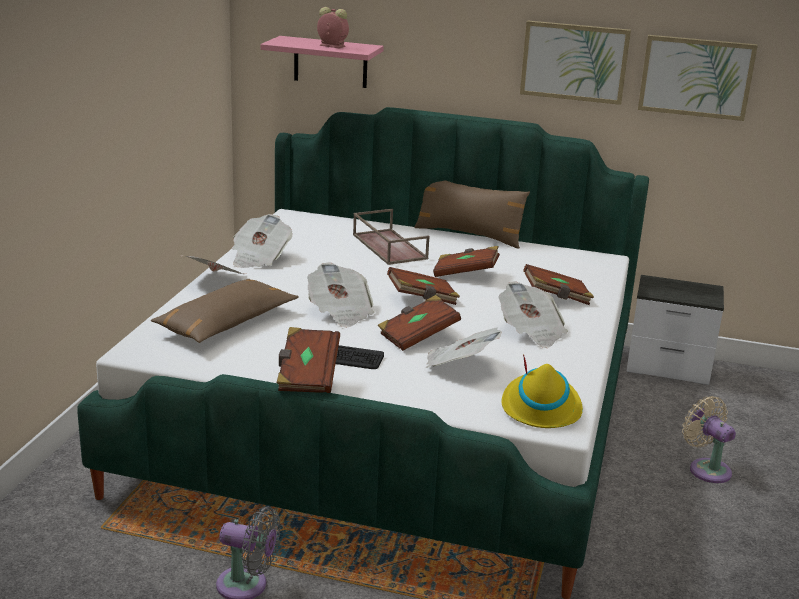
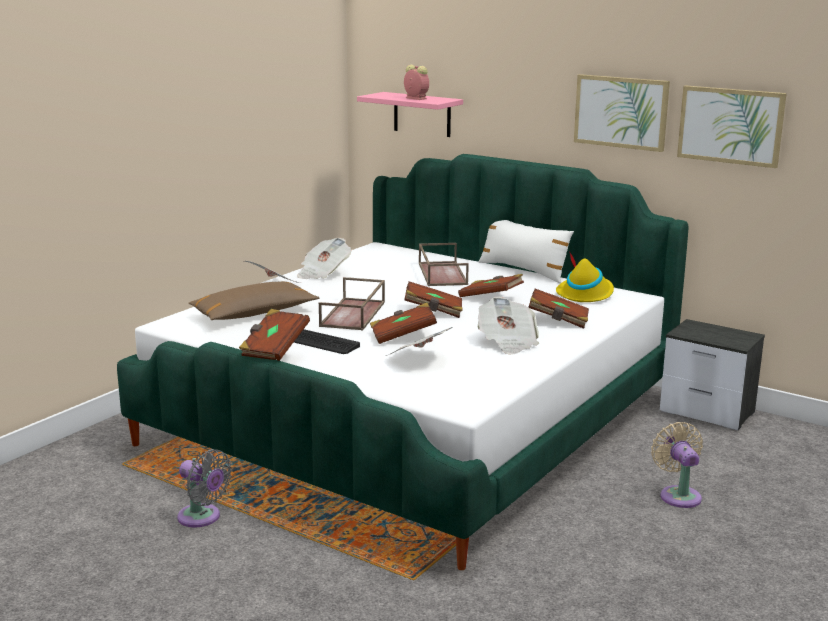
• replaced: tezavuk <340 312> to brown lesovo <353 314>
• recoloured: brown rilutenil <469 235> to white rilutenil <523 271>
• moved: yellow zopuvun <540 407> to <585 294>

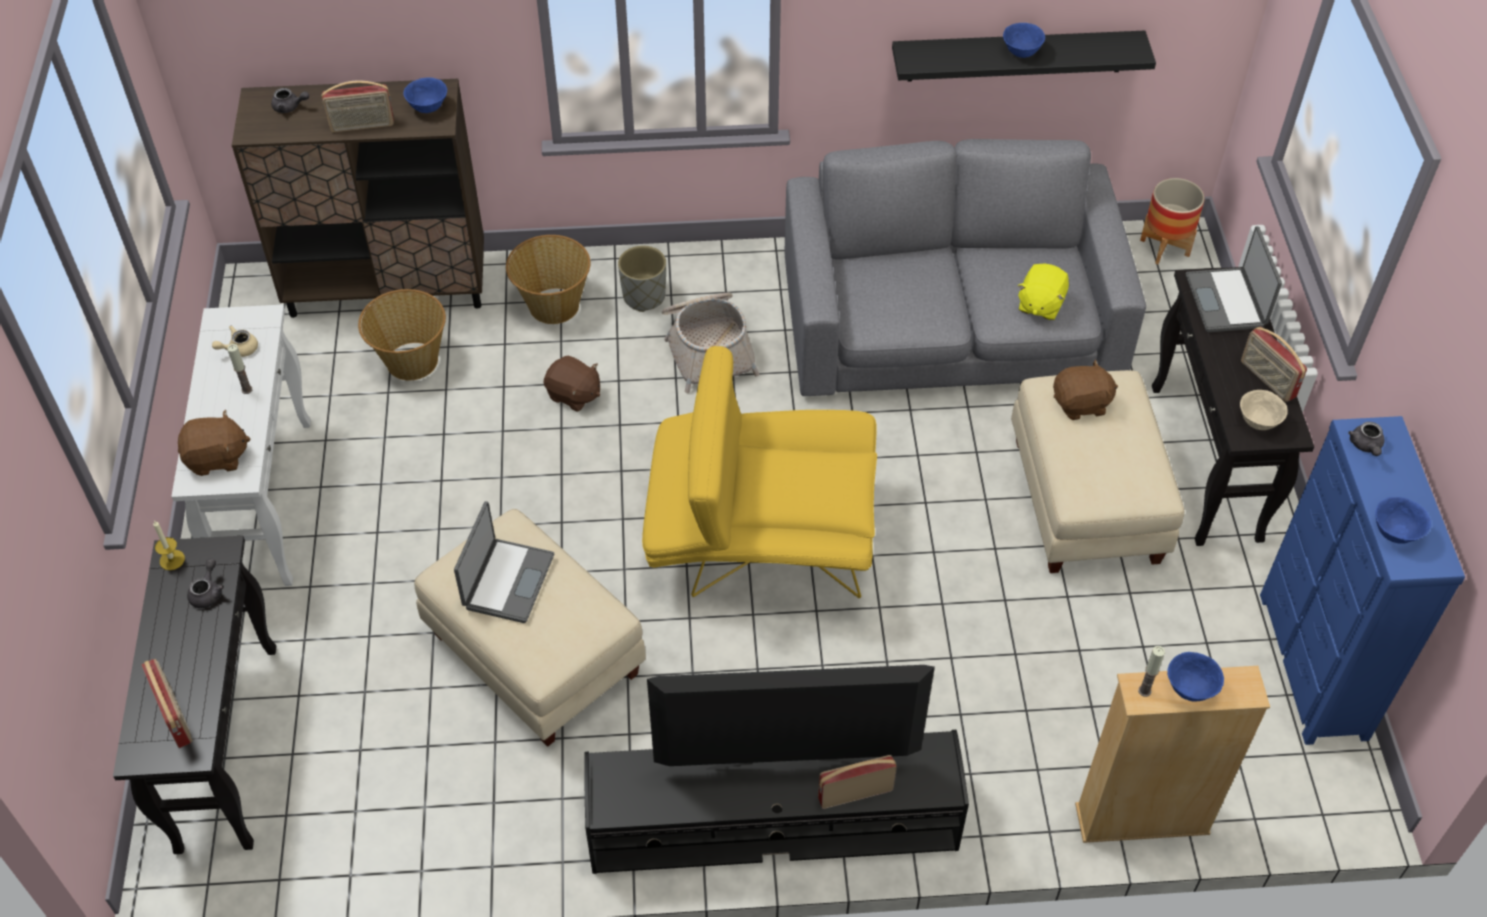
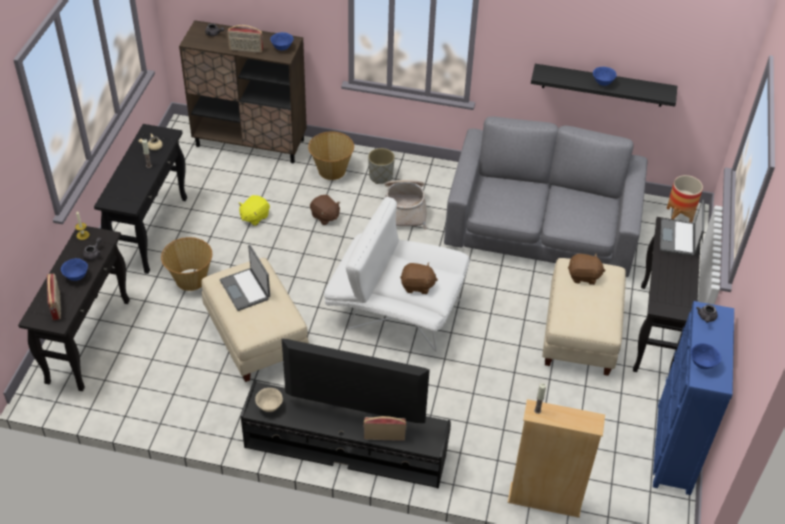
• moved: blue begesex <1190 689> to <76 276>
• recoloured: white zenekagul <267 501> to black zenekagul <151 231>
• moved: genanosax <411 361> to <190 279>
• turned: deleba <507 581> = <246 289> 120 degrees clockwise
• moved: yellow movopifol <1040 304> to <254 217>
• moved: beige begesex <1258 422> to <269 406>
• recoloured: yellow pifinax <761 539> to white pifinax <395 310>
• moved: brown movopifol <217 458> to <417 286>
• removed: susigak <1267 380>

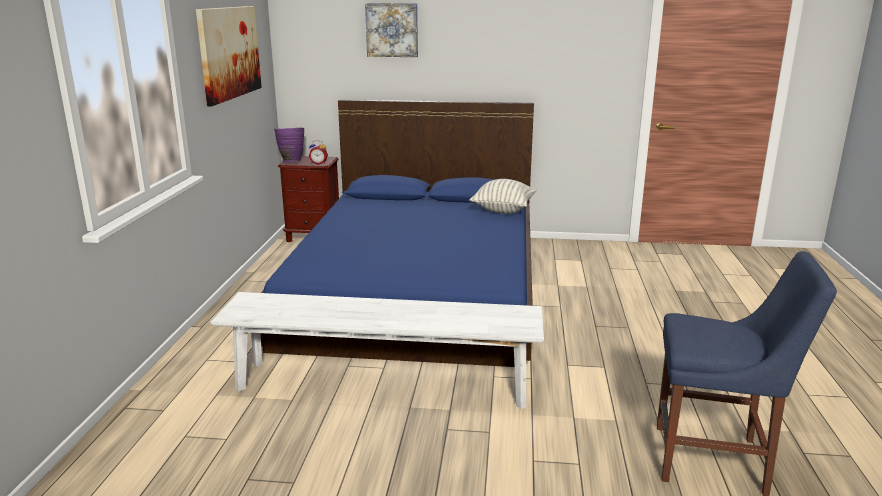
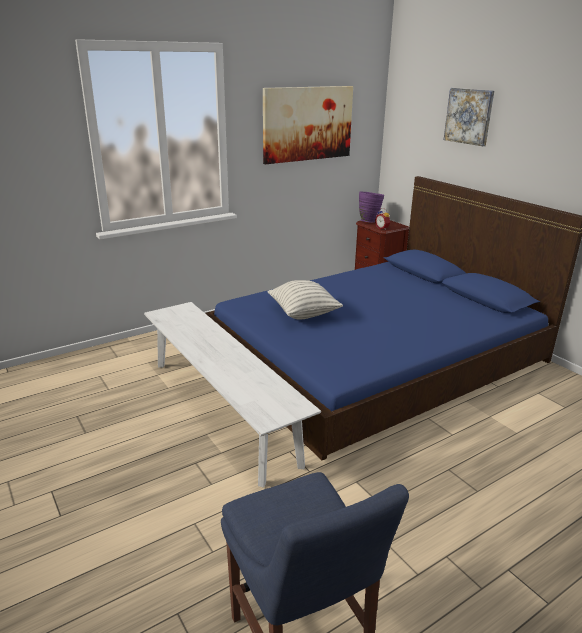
• moved: rilutenil <503 210> to <303 313>

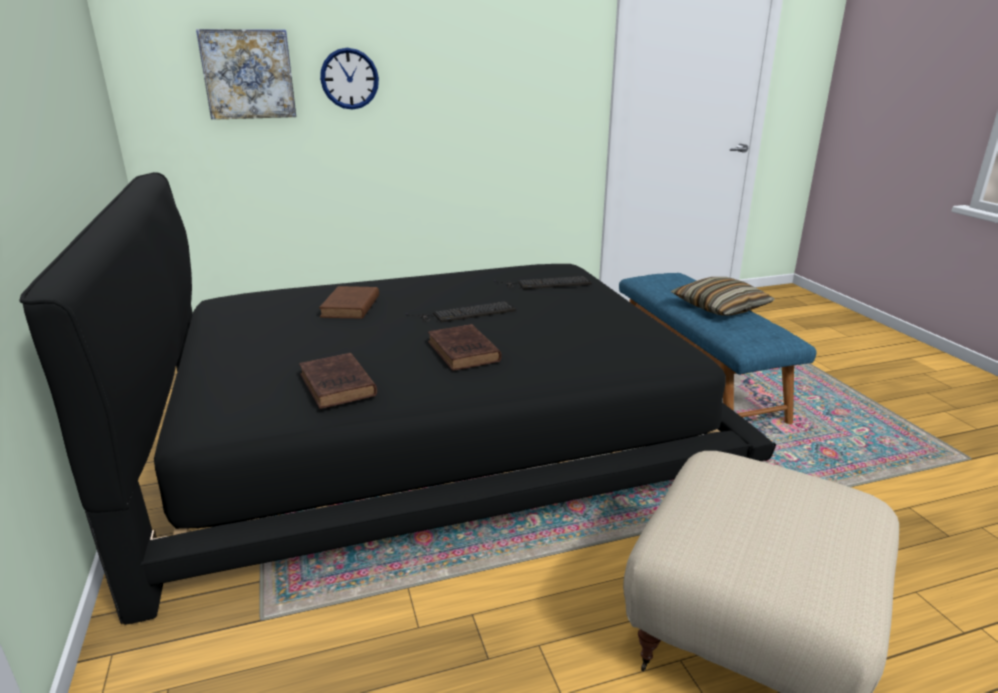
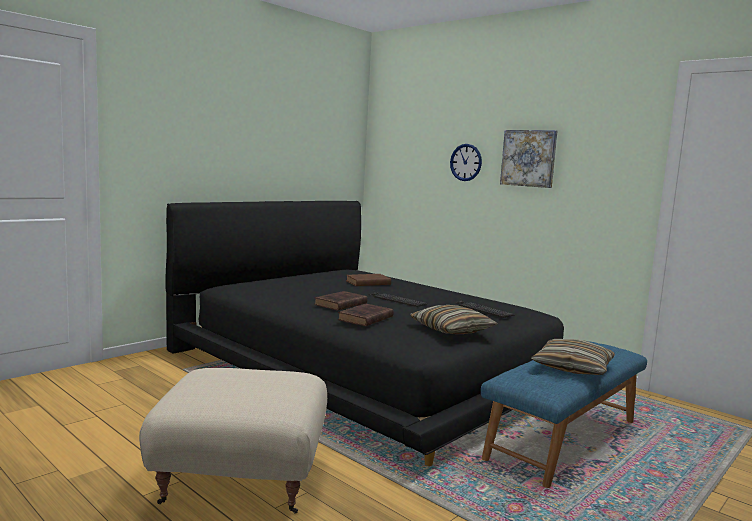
• moved: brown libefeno <338 386> to <365 319>
• added: rilutenil <452 330>
• moved: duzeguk <248 74> to <529 158>

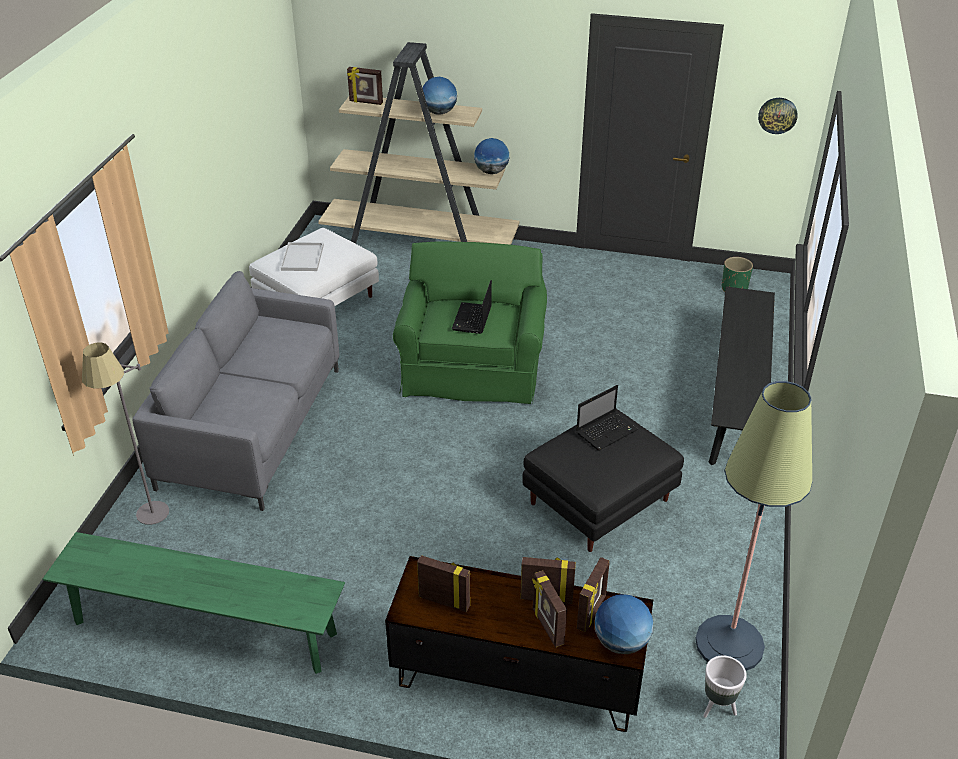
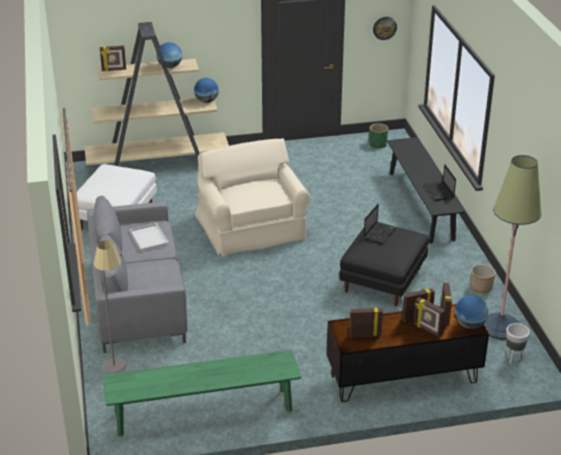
• moved: white lesovo <302 257> to <148 237>
• recoloured: green pifinax <472 365> to beige pifinax <251 227>
• moved: deleba <472 319> to <439 192>
• added: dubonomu <481 287>

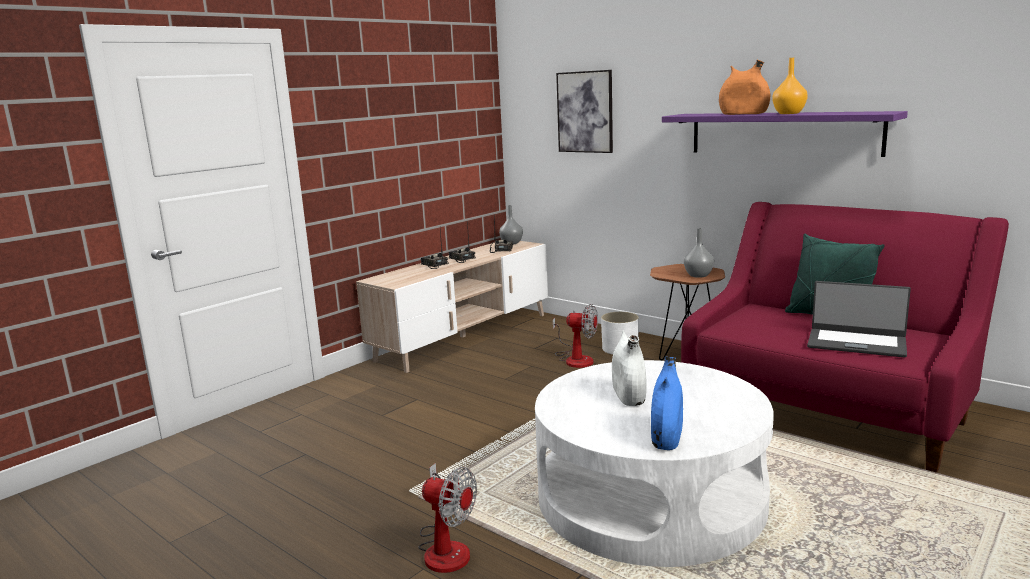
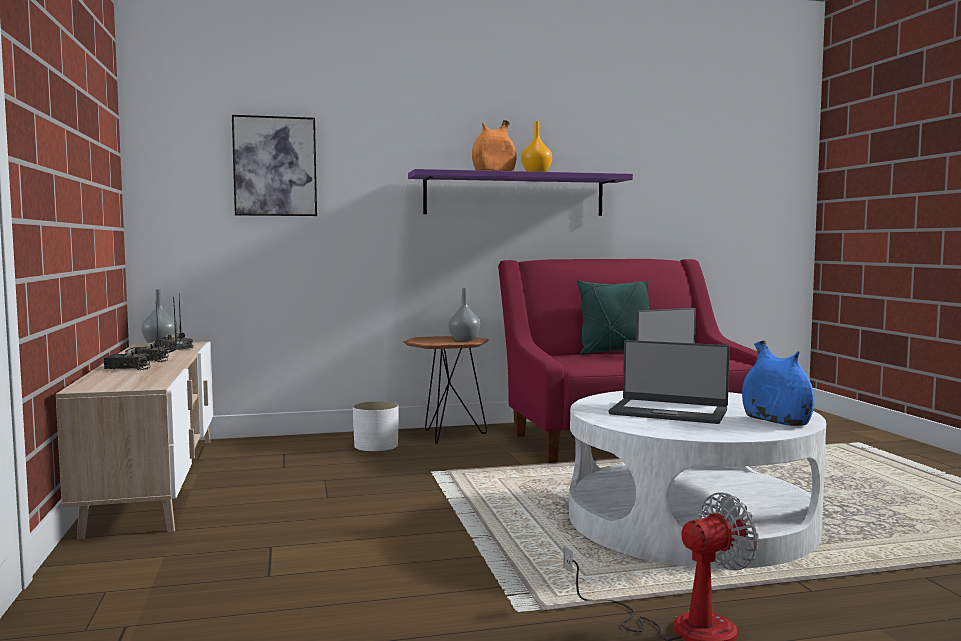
• replaced: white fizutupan <628 396> to deleba <669 412>
• removed: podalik <575 359>

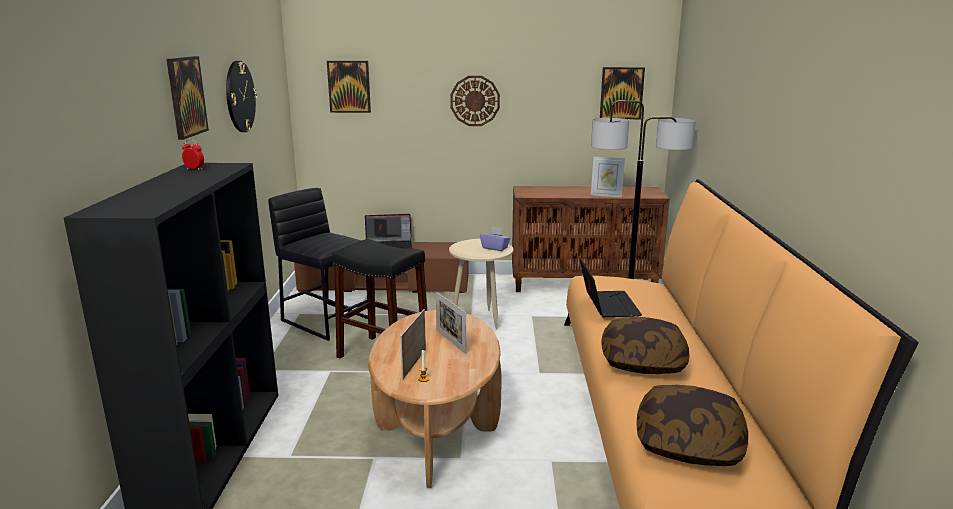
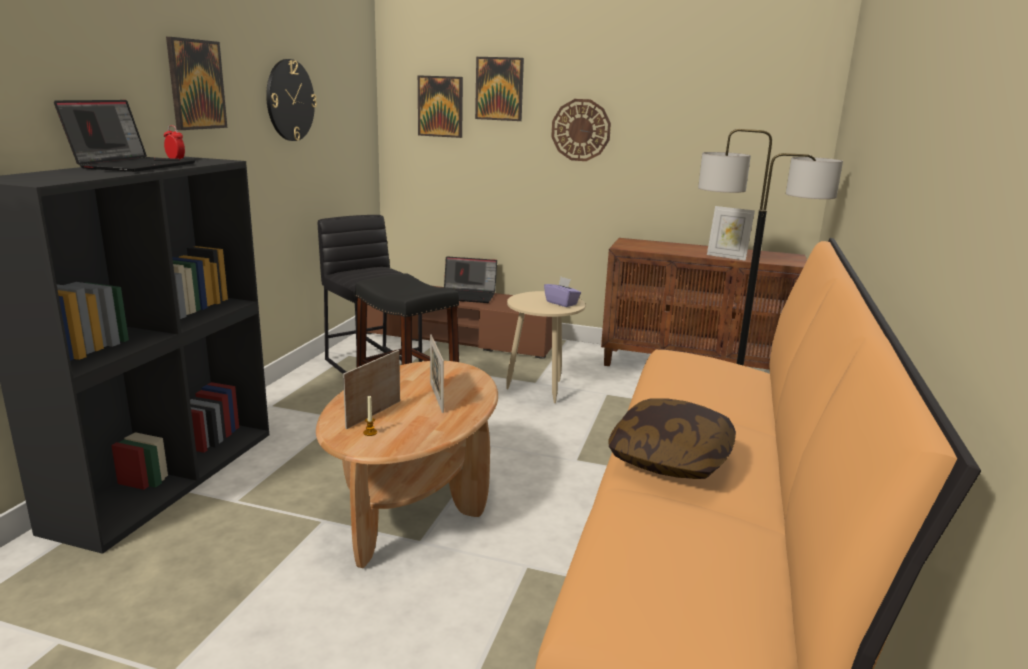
• moved: deleba <607 304> to <133 165>
• moved: duzeguk <621 93> to <499 89>
• removed: rilutenil <689 442>

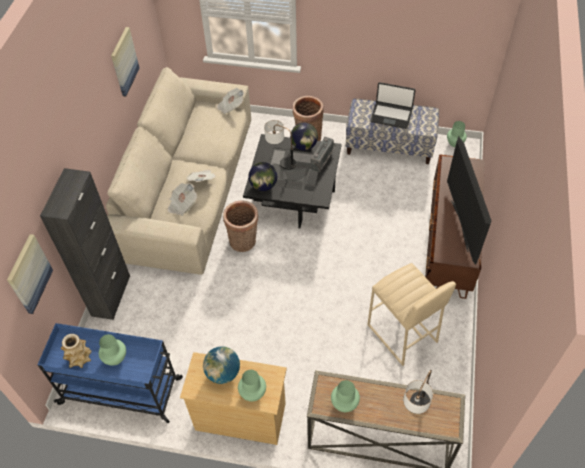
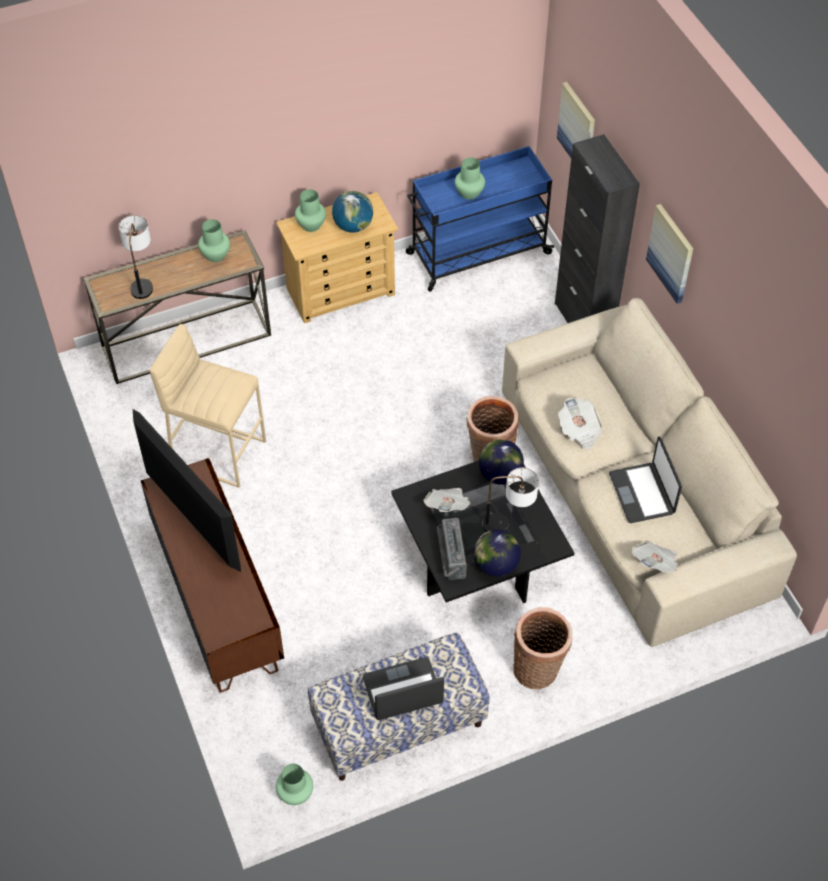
• moved: tezavuk <182 205> to <447 506>
• added: deleba <642 493>
• moved: duzeguk <124 62> to <671 253>
• removed: fizutupan <79 358>

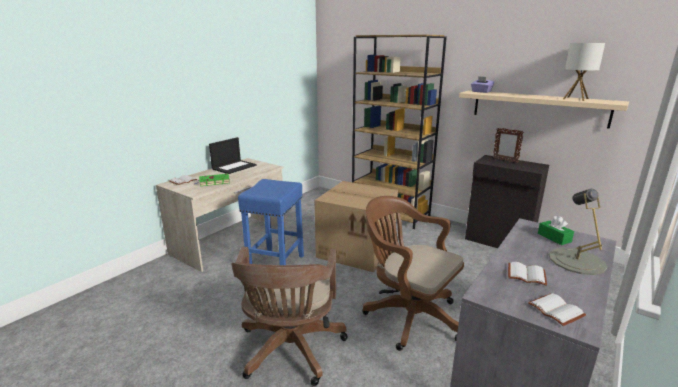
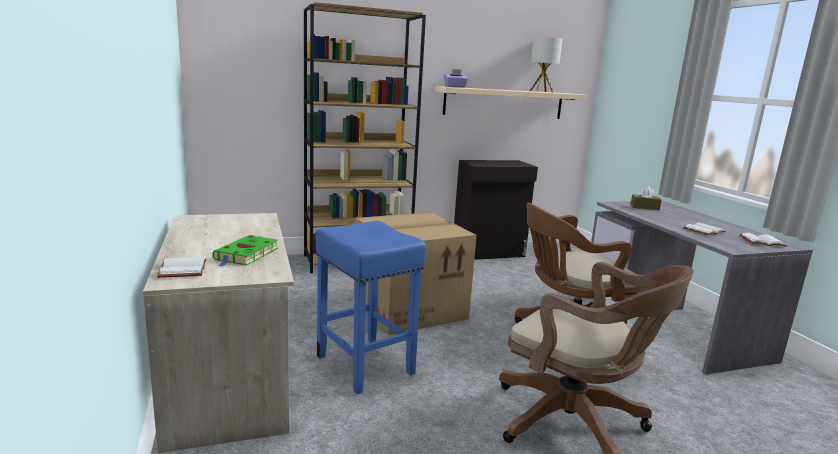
• recoloured: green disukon <554 237> to brown disukon <644 207>
• removed: deleba <234 167>
• removed: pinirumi <505 160>
• removed: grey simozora <576 261>

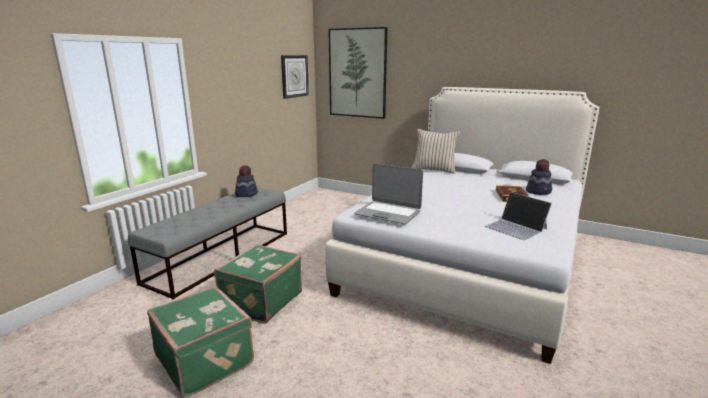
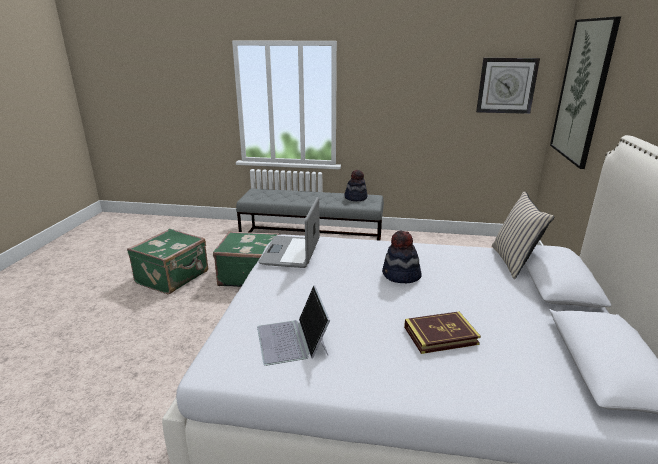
• turned: deleba <516 227> = <292 340> 45 degrees counterclockwise
• moved: zopuvun <538 191> to <401 276>

